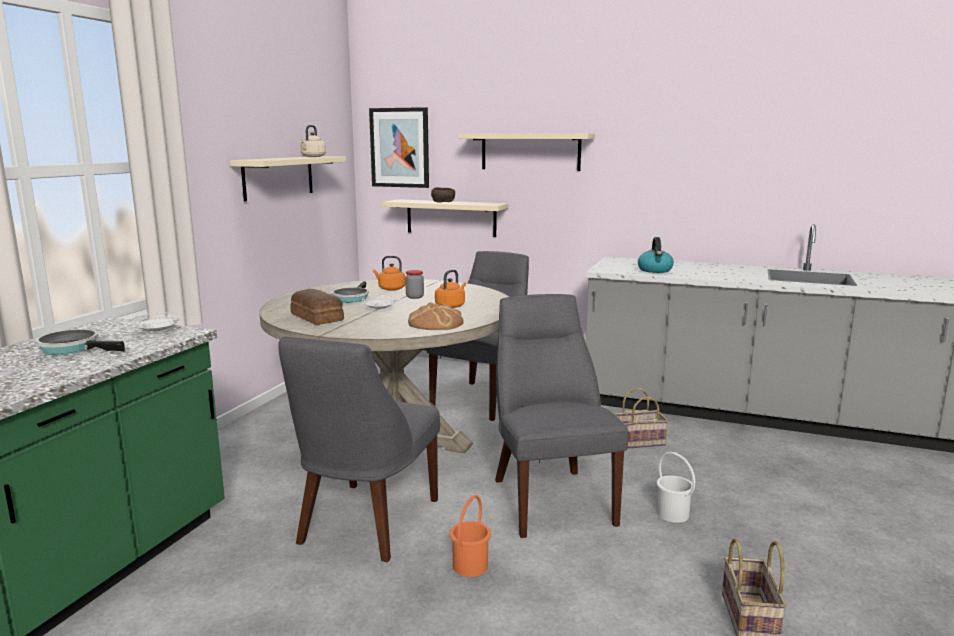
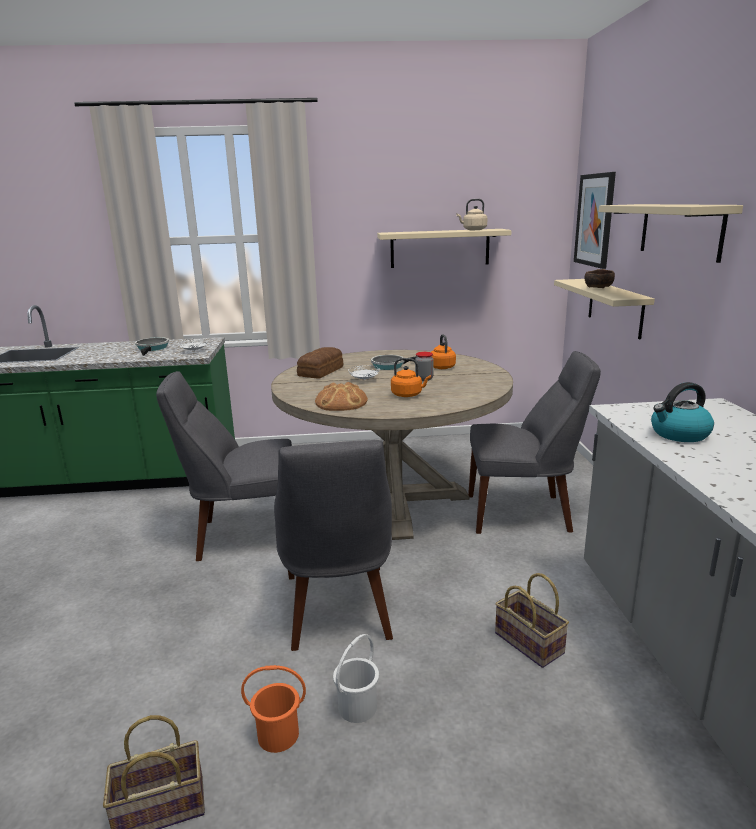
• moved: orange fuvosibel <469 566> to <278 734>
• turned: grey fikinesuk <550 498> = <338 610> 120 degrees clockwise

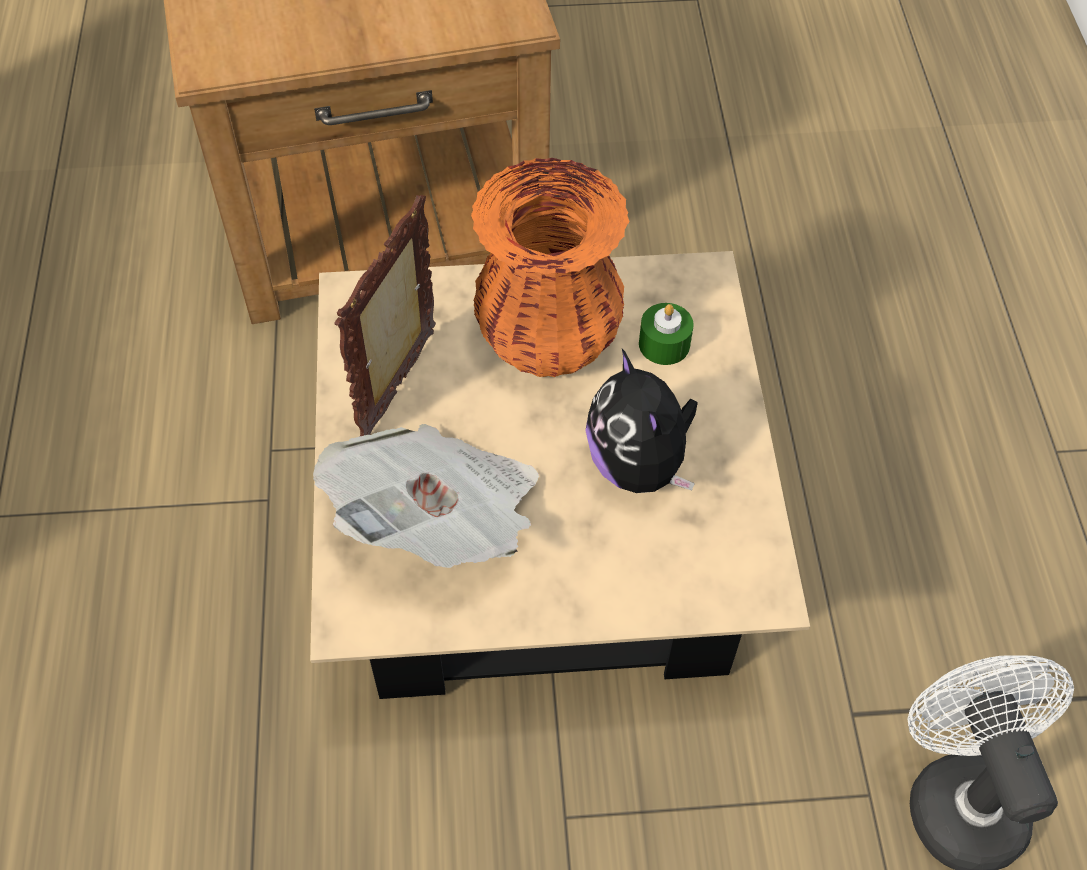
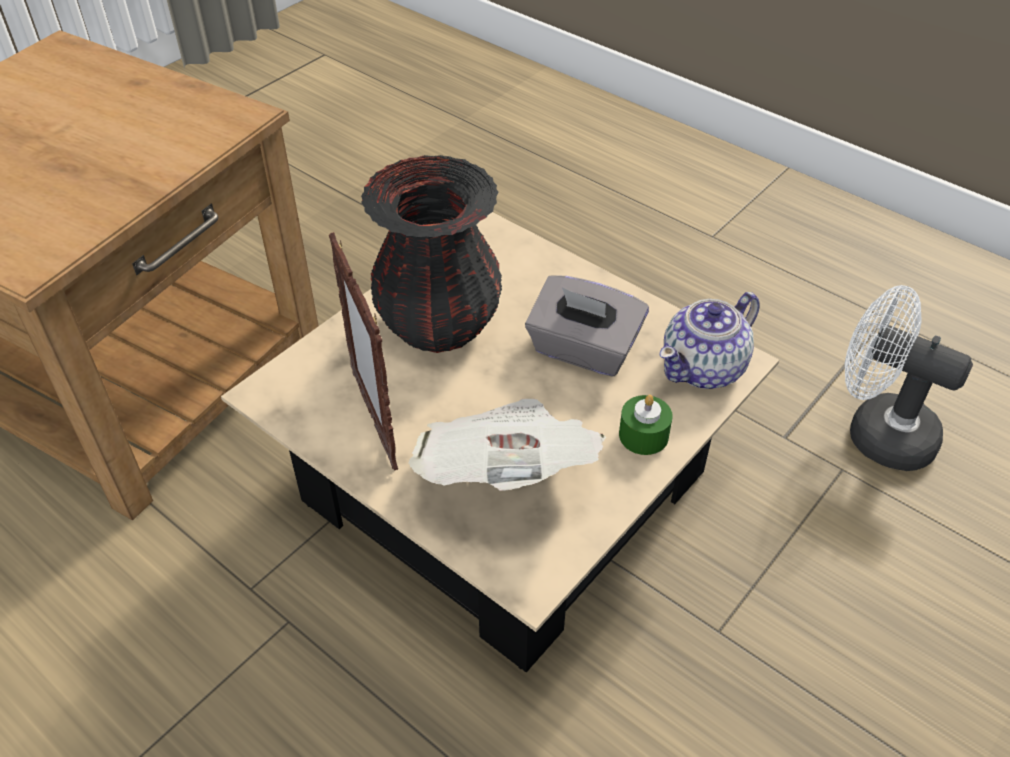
• recoloured: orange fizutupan <548 342> to black fizutupan <439 326>
• replaced: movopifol <639 464> to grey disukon <583 350>
• moved: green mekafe <664 344> to <643 435>
• added: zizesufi <704 368>

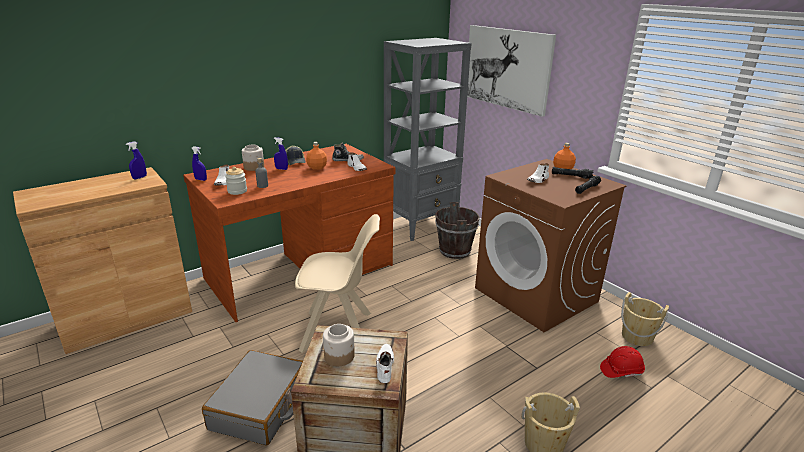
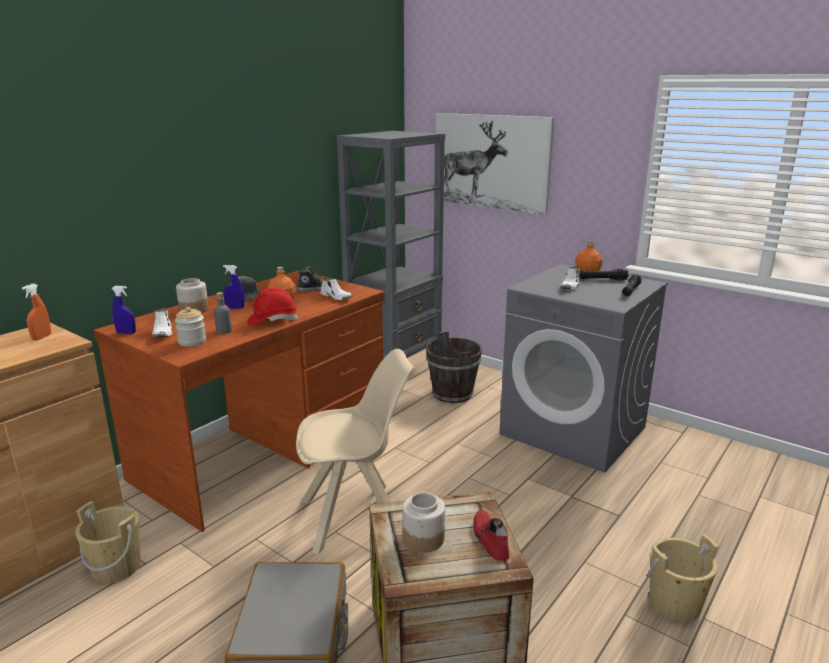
• recoloured: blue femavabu <139 177> to orange femavabu <41 337>
• moved: beige fuvosibel <637 337> to <116 567>
• moved: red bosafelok <621 371> to <272 320>
• recoloured: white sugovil <384 366> to red sugovil <489 539>
• recoloured: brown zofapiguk <536 295> to grey zofapiguk <574 431>

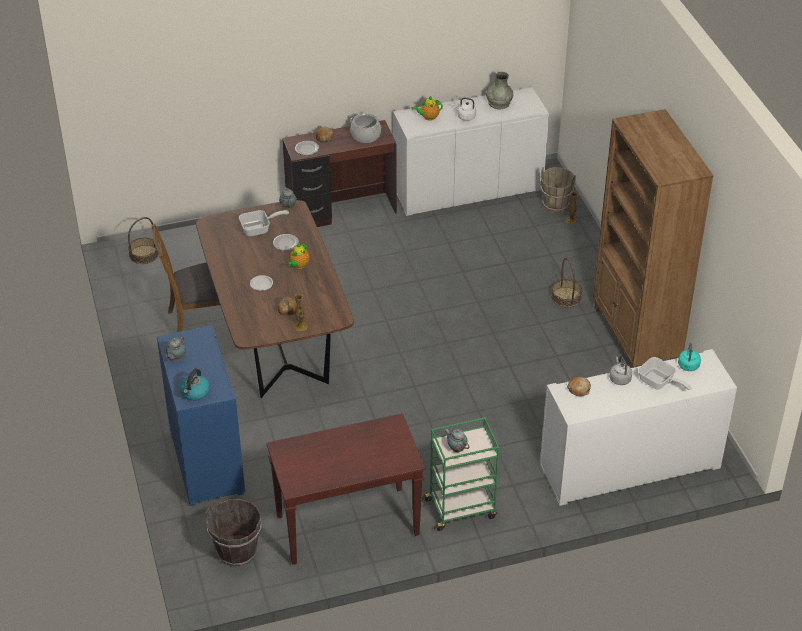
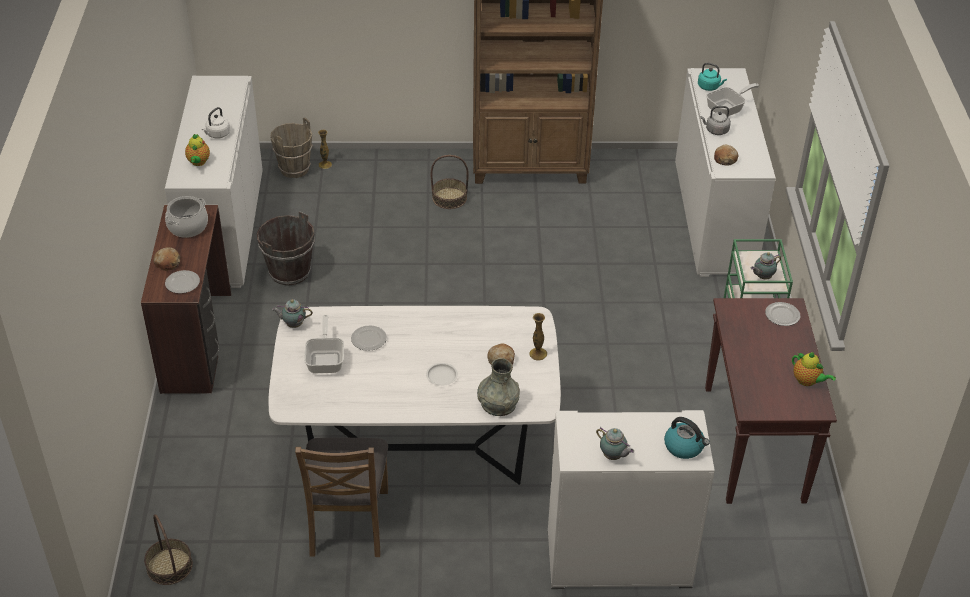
• moved: brown fuvosibel <237 551> to <289 272>
• recoloured: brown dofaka <277 340> to white dofaka <419 449>
• moved: grey fizutupan <499 103> to <498 404>
• recoloured: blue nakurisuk <205 461> to white nakurisuk <617 559>
• added: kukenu <782 316>
• moved: zizesufi <298 266> to <807 381>

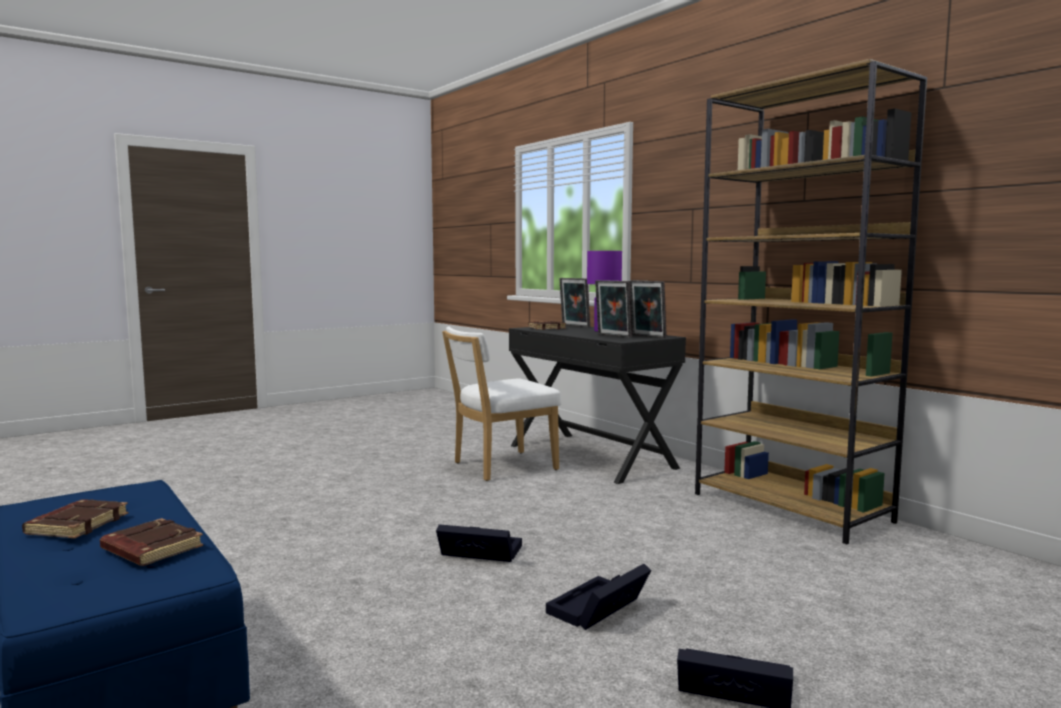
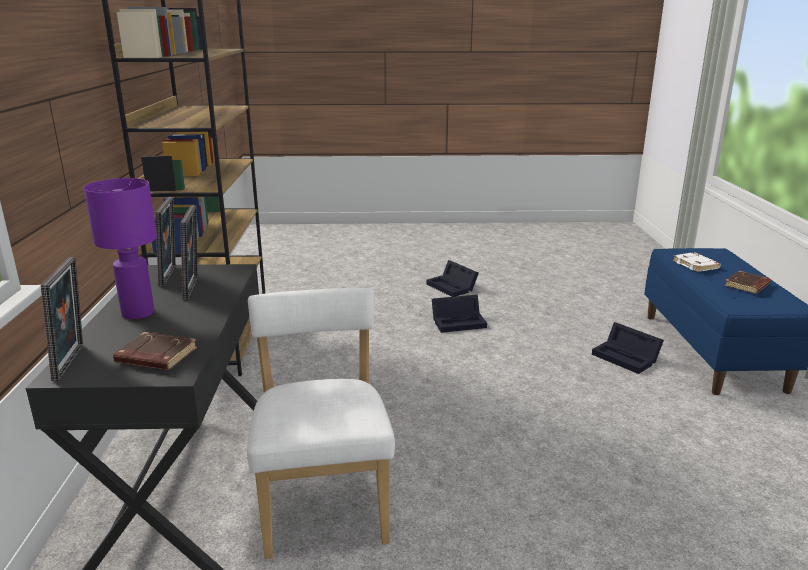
• turned: white fikinesuk <500 467> = <324 503> 105 degrees counterclockwise
• moved: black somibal <477 553> to <627 357>
• recoloured: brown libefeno <150 549> to white libefeno <696 265>

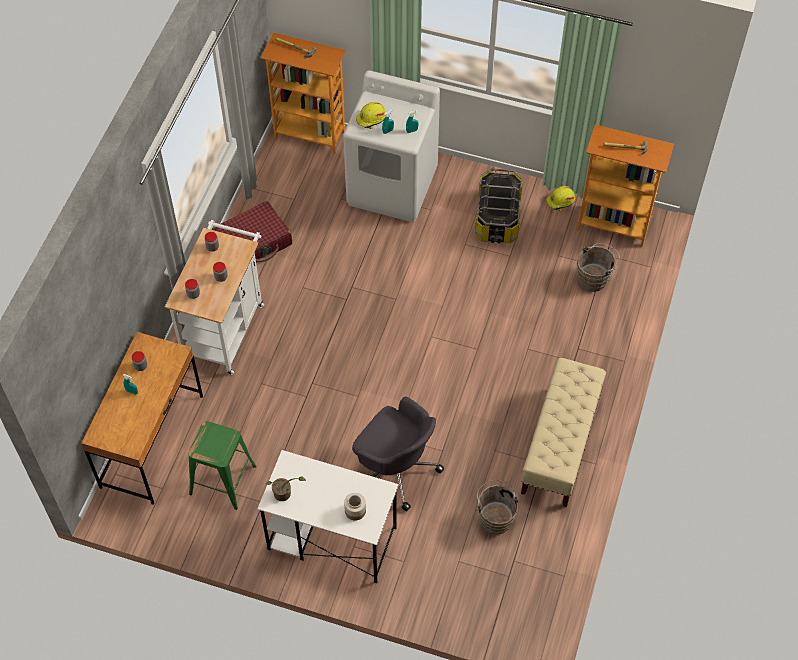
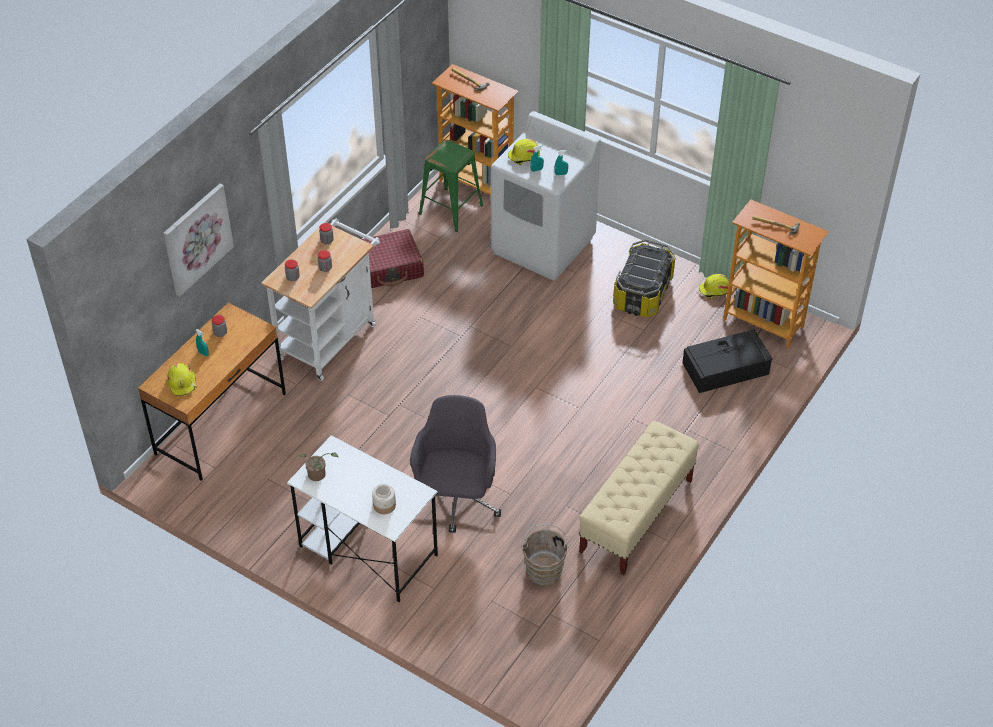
• added: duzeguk <196 238>
• added: yellow bosafelok <183 383>
• turned: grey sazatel <395 468> = <456 500> 135 degrees counterclockwise
• moved: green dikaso <223 480> to <451 209>
• replaced: brown fuvosibel <594 278> to black somibal <726 368>

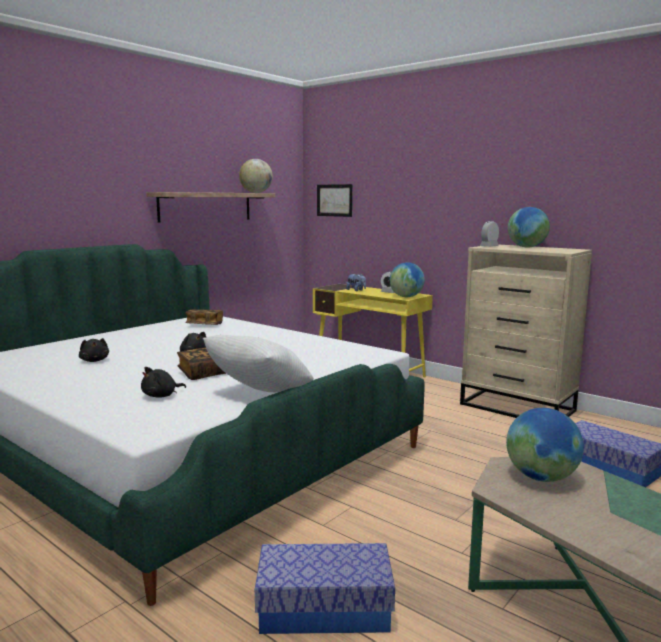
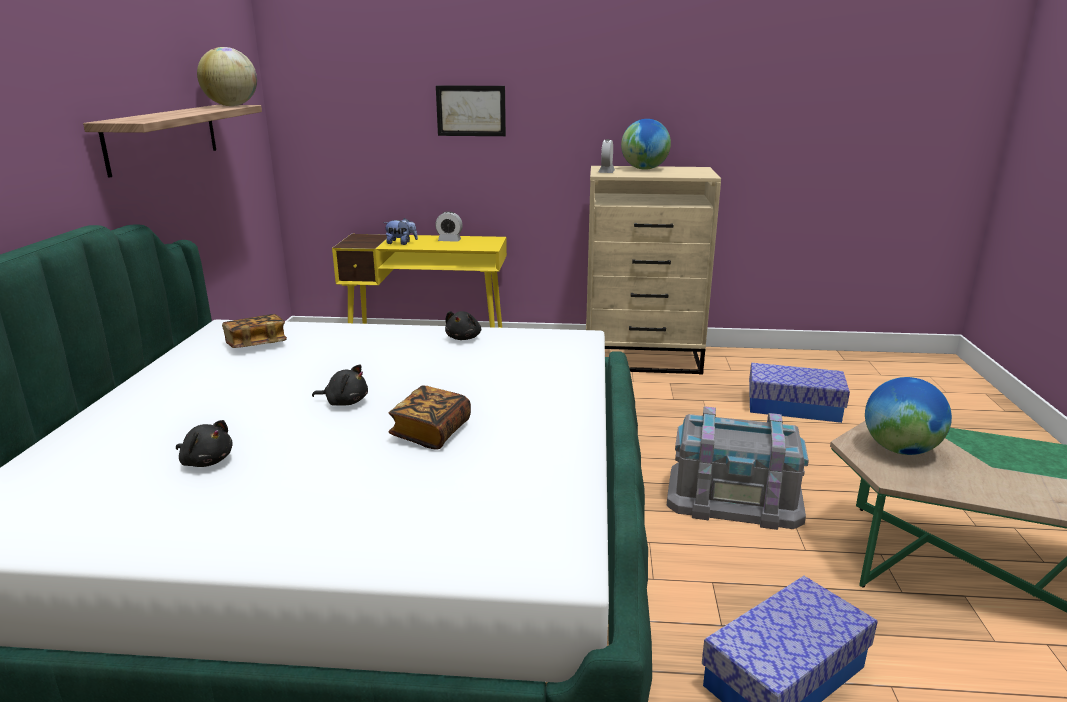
• moved: duzeguk <334 200> to <471 111>
• moved: black movopifol <161 396> to <464 338>
• added: grey somibal <734 497>
• removed: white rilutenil <259 394>
• removed: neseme <406 297>

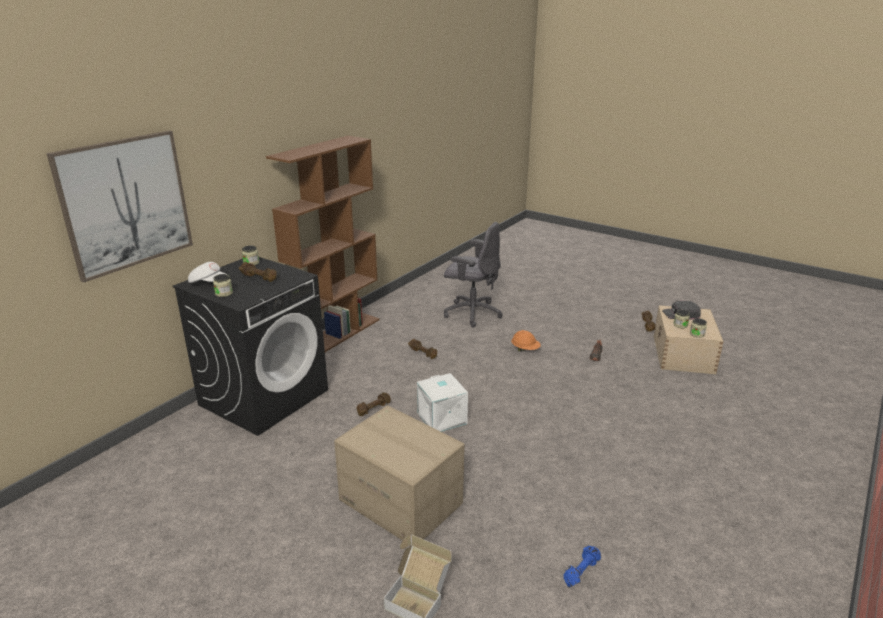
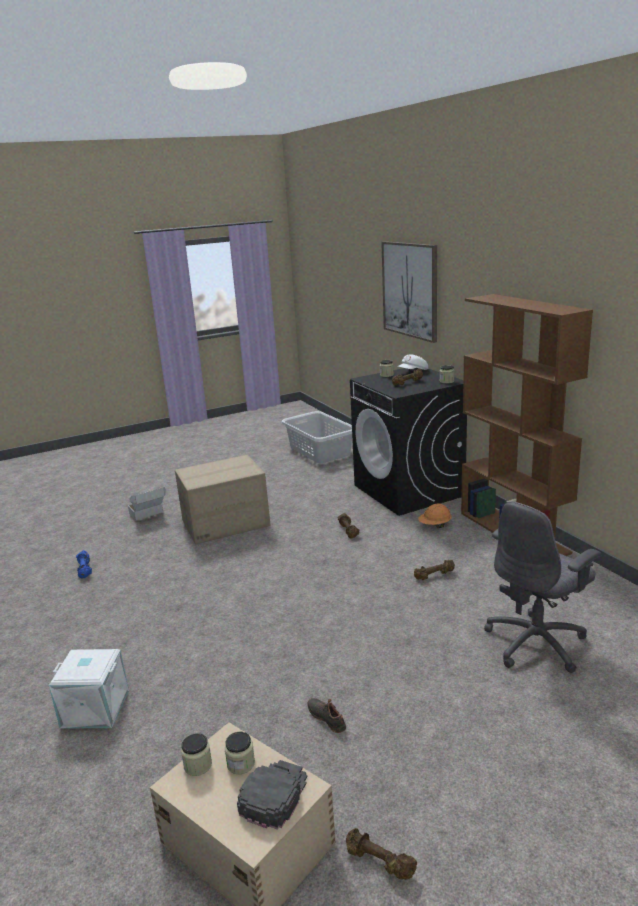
• moved: white somibal <441 418> to <96 708>
• added: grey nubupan <320 451>
• moved: orange bosafelok <525 350> to <435 526>

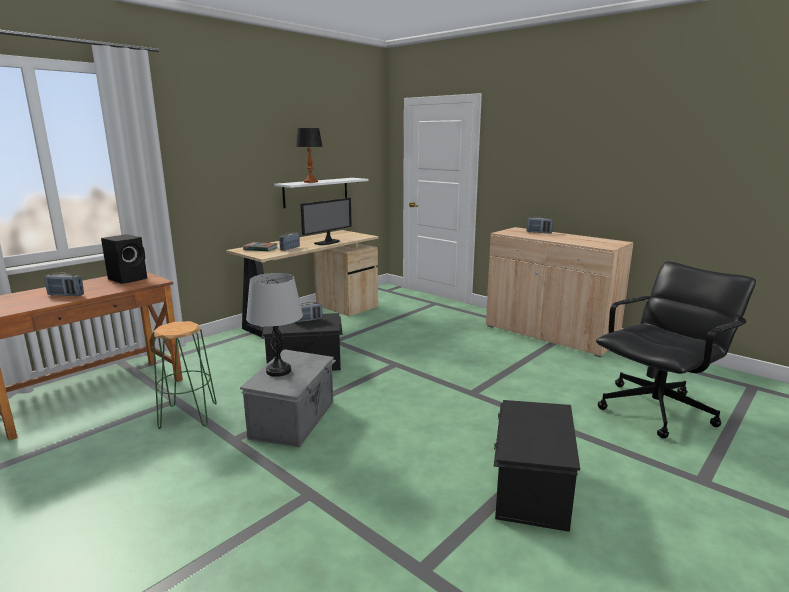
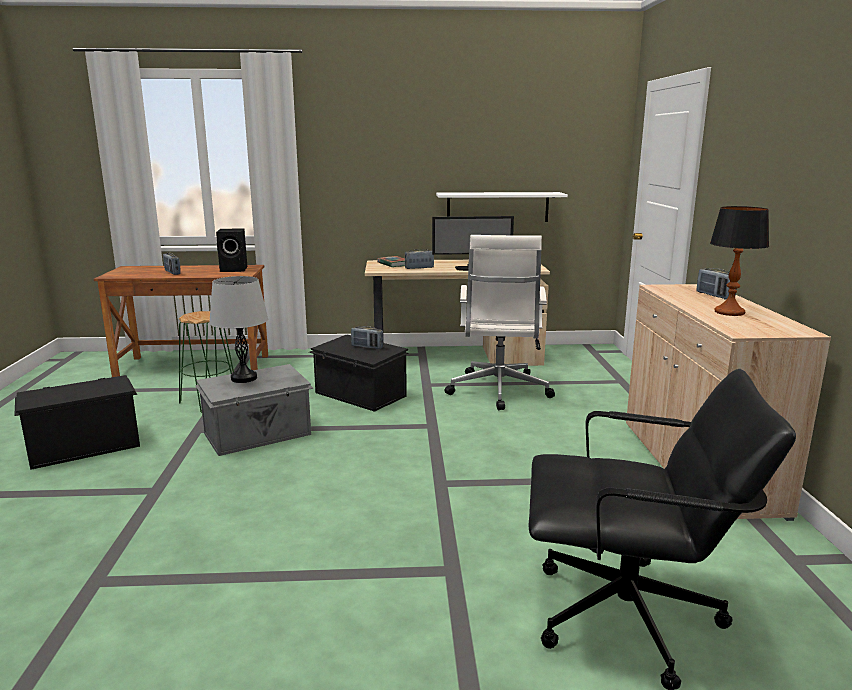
• moved: black somibal <529 488> to <83 445>
• added: white sazatel <498 391>
• moved: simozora <310 182> to <729 312>

